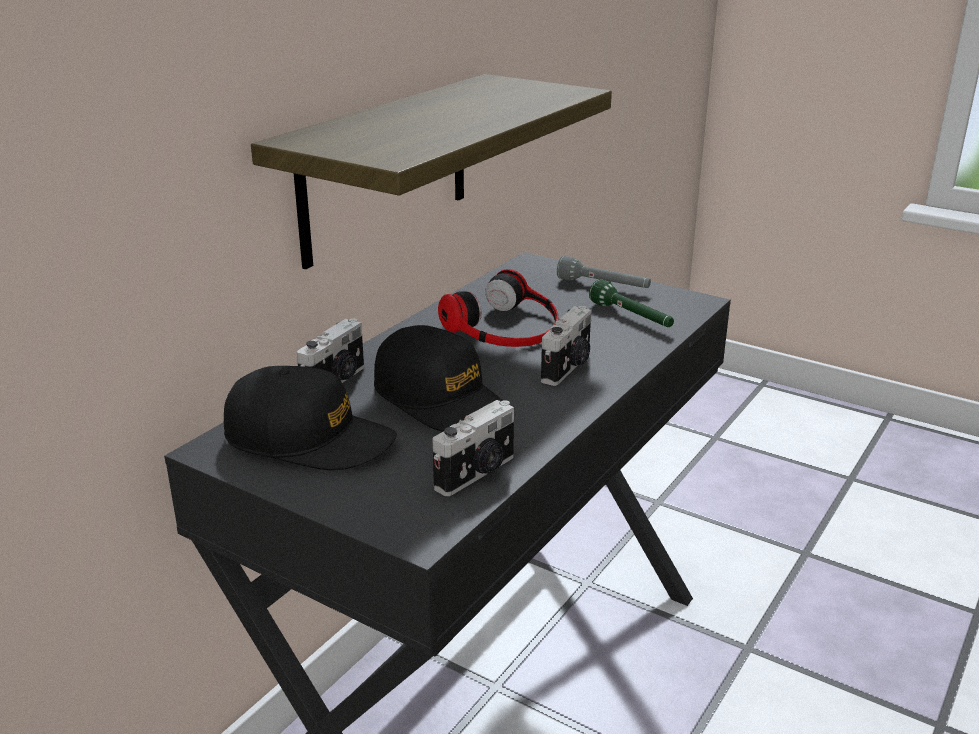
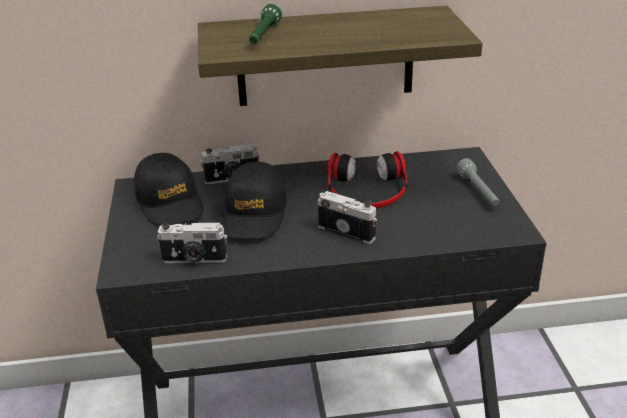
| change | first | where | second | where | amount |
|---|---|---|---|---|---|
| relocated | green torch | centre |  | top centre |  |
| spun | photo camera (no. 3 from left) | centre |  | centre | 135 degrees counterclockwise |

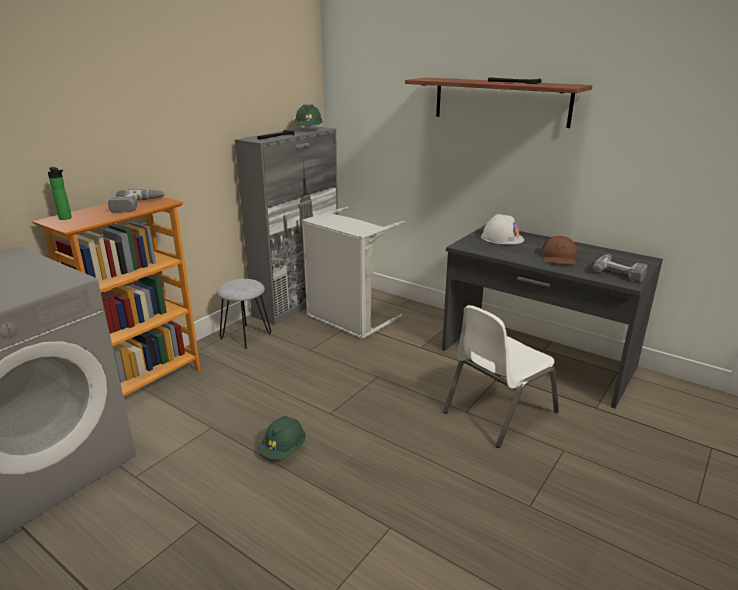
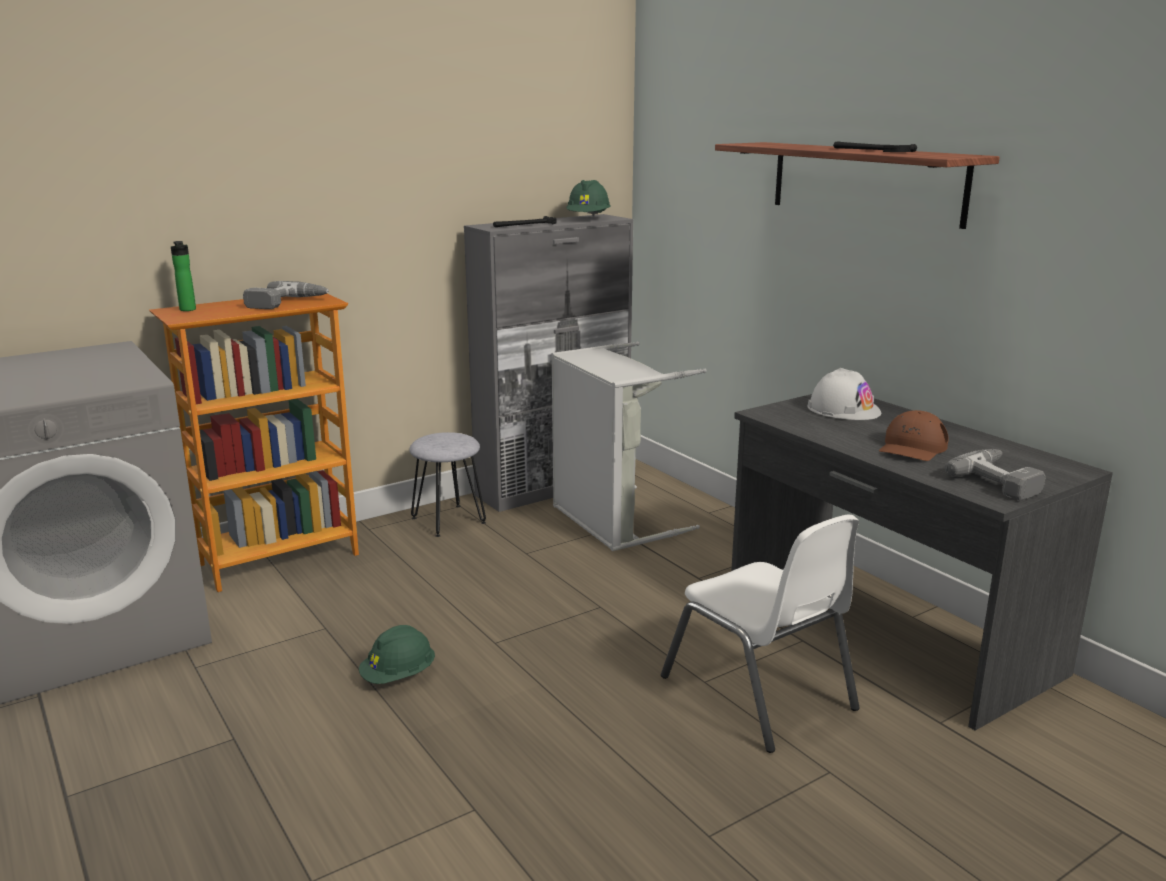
| change | first | where | second | where | amount |
|---|---|---|---|---|---|
| spun | white chair | middle right |  | bottom centre | 105 degrees counterclockwise |

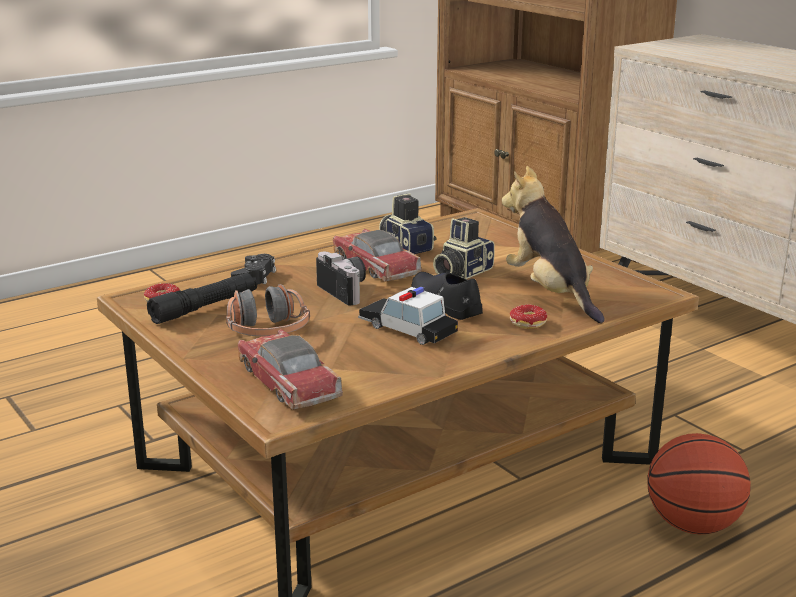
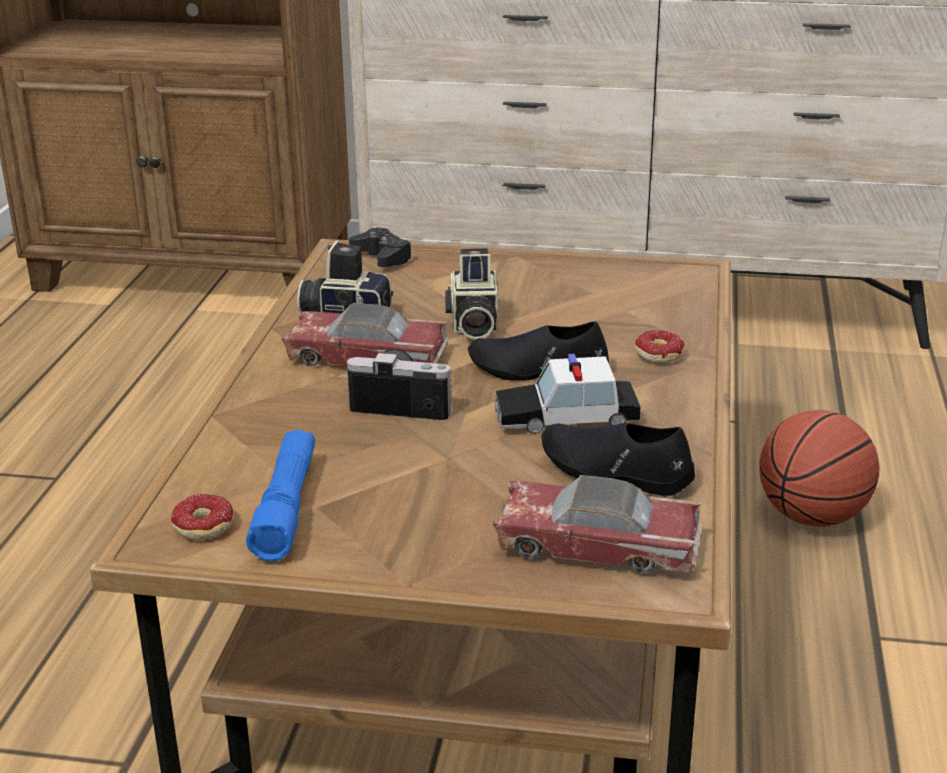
| change | first | where | second | where | amount |
|---|---|---|---|---|---|
| missing | headphones | centre |  |  |  |
| missing | soft toy | middle right |  |  |  |
| appeared |  |  | black item of footwear (no. 2 from left) | centre |  |
| relocated | black game controller | middle left |  | top centre |  |
| colour | black torch | middle left | blue-coloured torch | middle left |  |

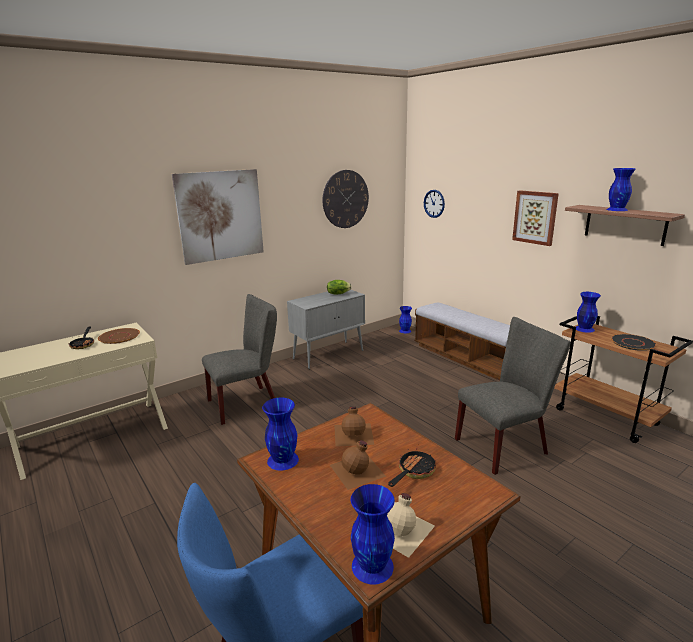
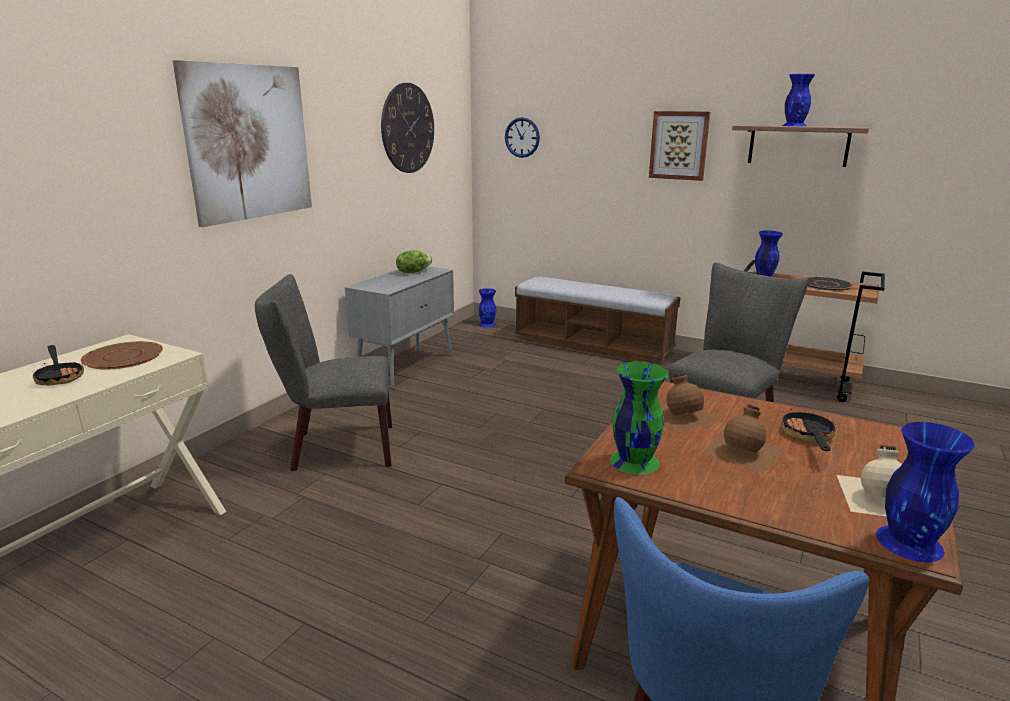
| change | first | where | second | where | amount |
|---|---|---|---|---|---|
| colour | blue-coloured vase (no. 1 from left) | bottom centre | green vase | centre |  |
| spun | grey chair (no. 1 from left) | centre |  | middle left | 135 degrees counterclockwise |

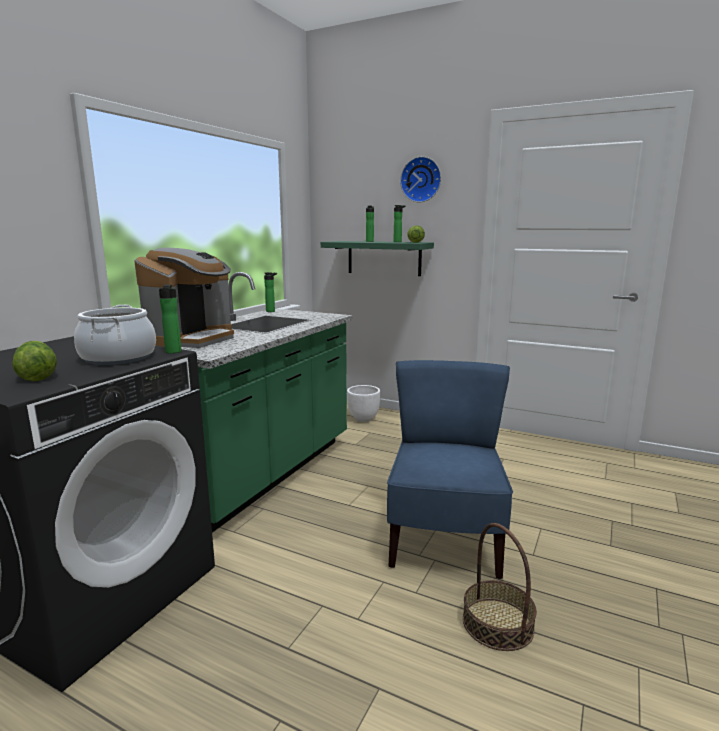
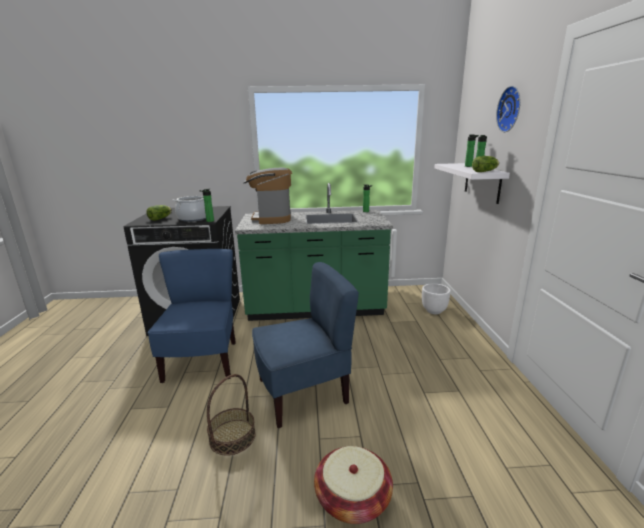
| change | first | where | second | where | amount |
|---|---|---|---|---|---|
| appeared |  |  | blue-coloured chair (no. 1 from left) | middle left |  |
| appeared |  |  | household basket (no. 2 from left) | bottom centre |  |
| colour | green shelf | centre | white shelf | middle right |  |
| spun | coffee brewer | middle left |  | centre | 90 degrees clockwise |

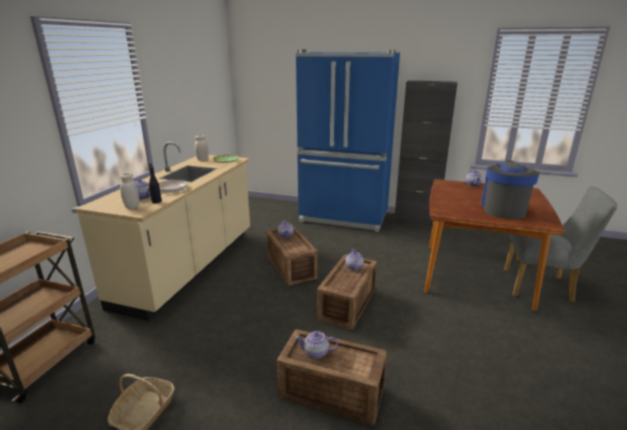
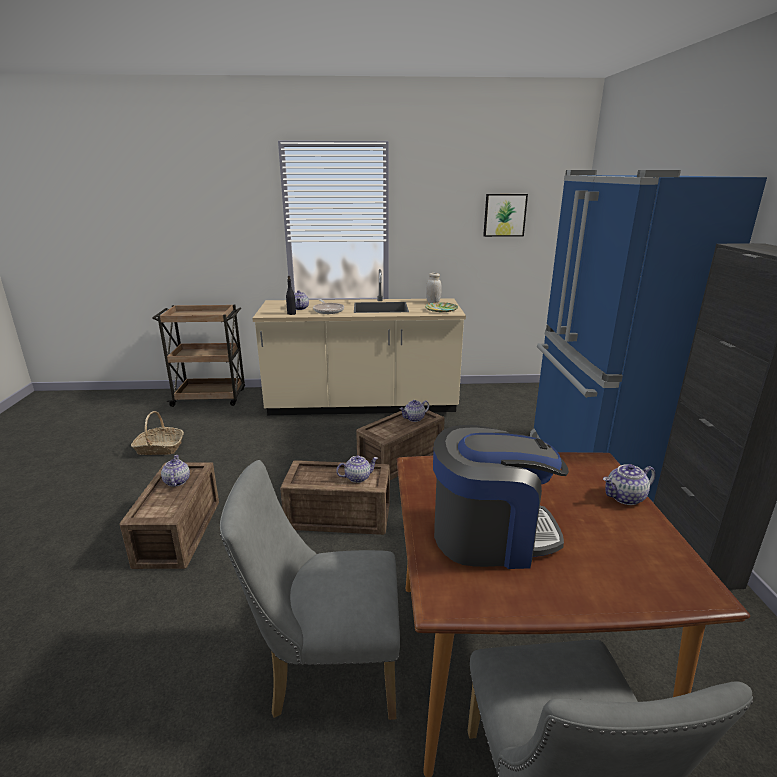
| change | first | where | second | where | amount |
|---|---|---|---|---|---|
| missing | white storage jar (no. 1 from left) | middle left |  |  |  |
| appeared |  |  | grey chair (no. 1 from left) | bottom centre |  |
| appeared |  |  | picture | top centre |  |

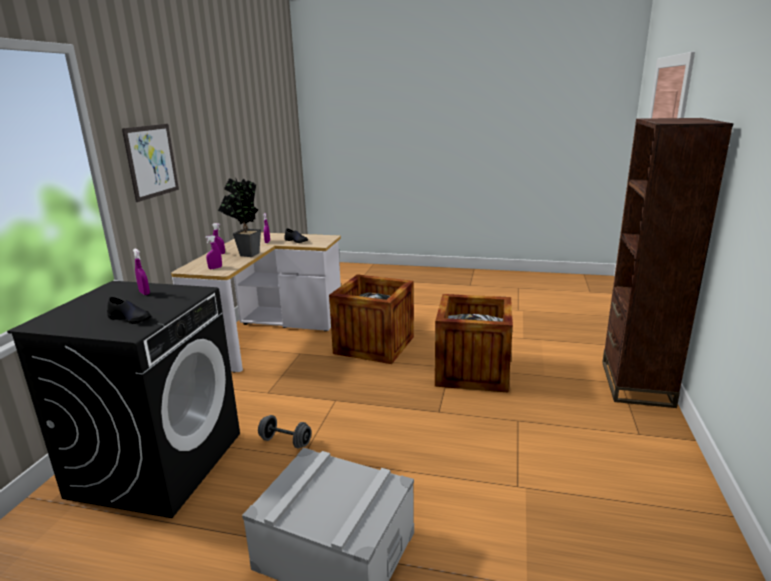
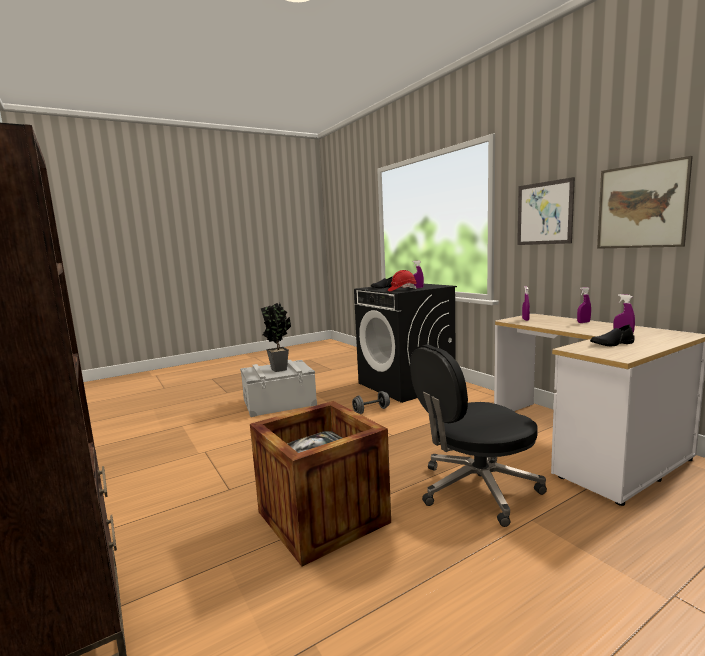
| change | first | where | second | where | amount |
|---|---|---|---|---|---|
| appeared |  |  | reddish hard hat | centre |  |
| appeared |  |  | picture (no. 2 from left) | top right |  |
| relocated | houseplant | middle left |  | centre |  |
| exchanged | packing crate (no. 1 from left) | centre | black computer chair | middle right |  |

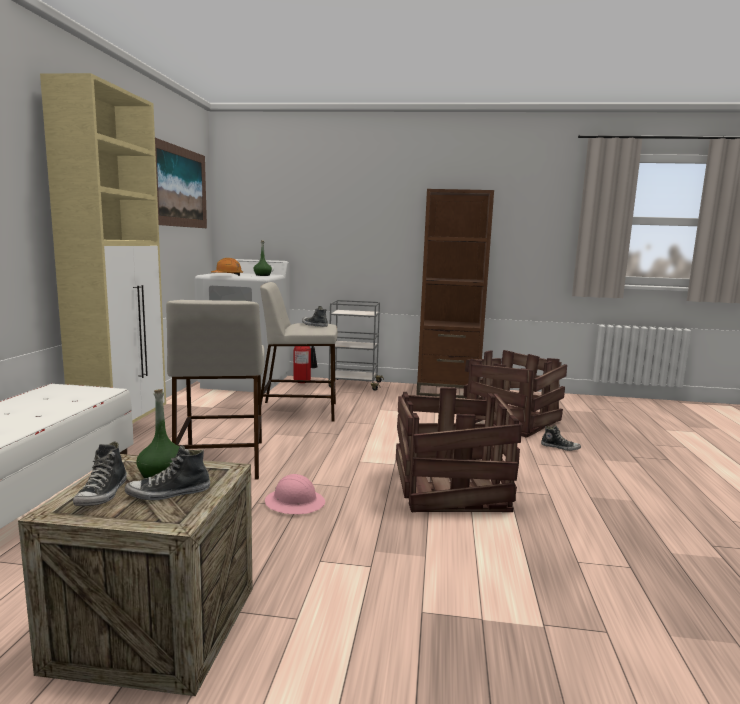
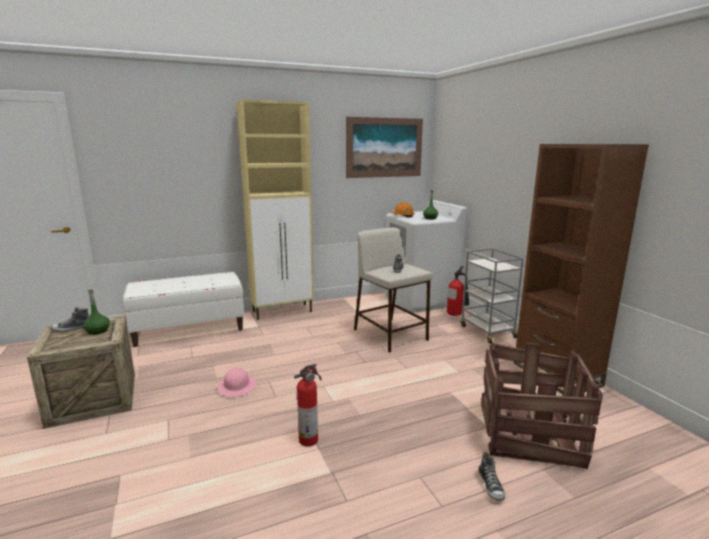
| change | first | where | second | where | amount |
|---|---|---|---|---|---|
| missing | item of footwear (no. 2 from left) | bottom left |  |  |  |
| missing | beige stool (no. 1 from left) | middle left |  |  |  |
| exchanged | packing crate (no. 2 from left) | centre | fire-fighting cylinder (no. 1 from left) | bottom centre |  |

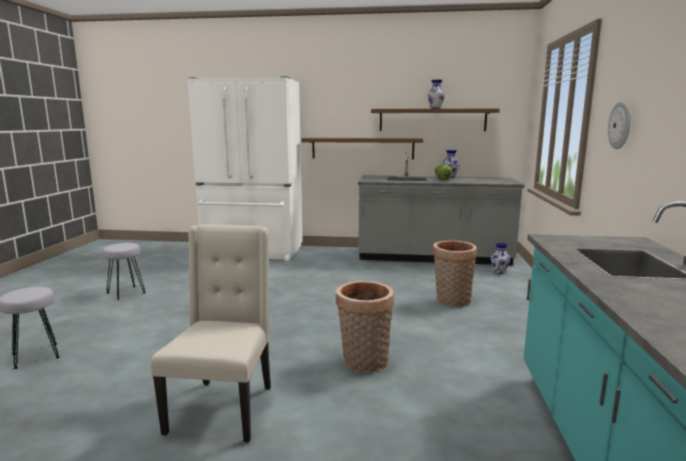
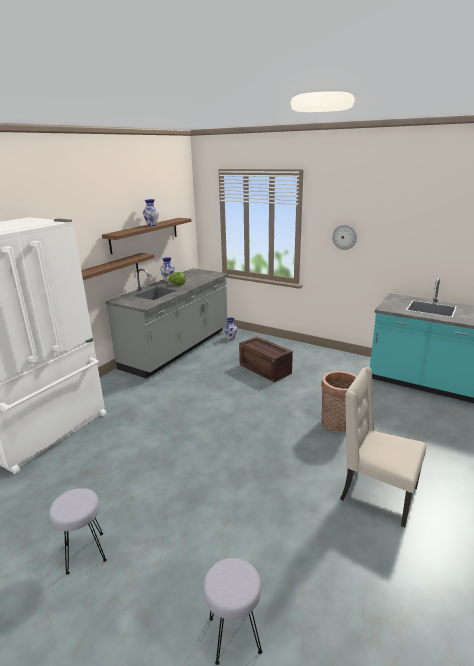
| change | first | where | second | where | amount |
|---|---|---|---|---|---|
| exchanged | household basket (no. 2 from left) | centre | packing crate | centre |  |

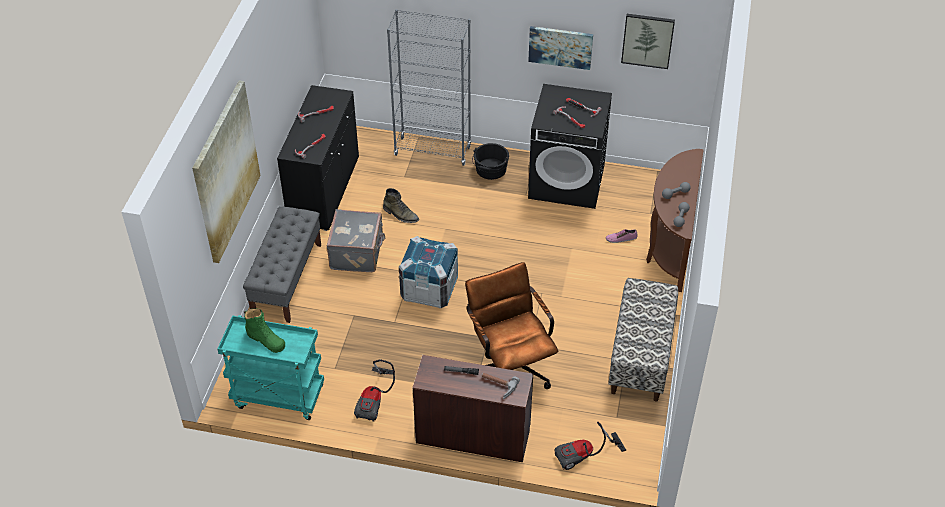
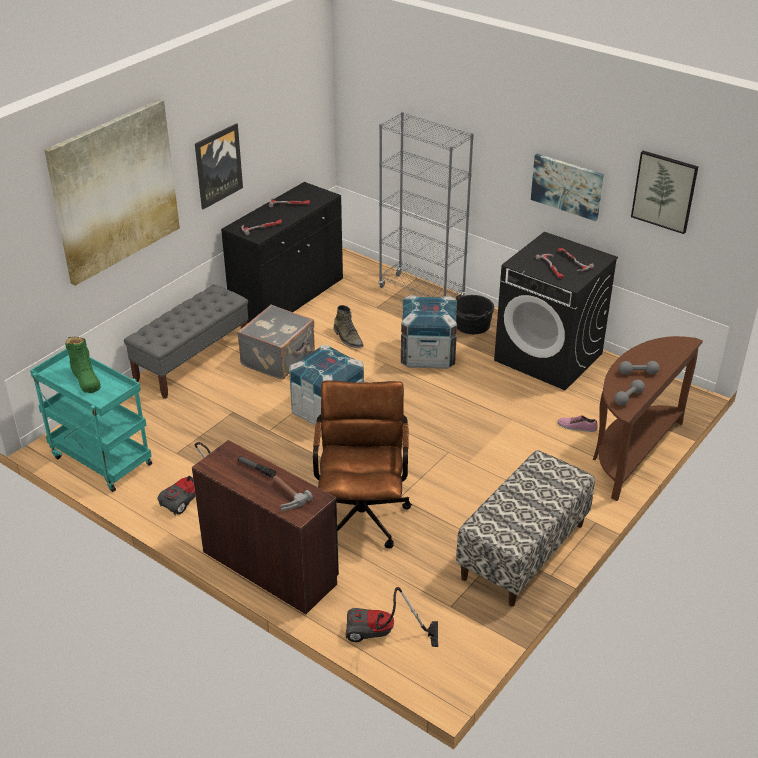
| change | first | where | second | where | amount |
|---|---|---|---|---|---|
| appeared |  |  | picture (no. 2 from left) | top left |  |
| appeared |  |  | packing crate (no. 2 from left) | centre |  |

